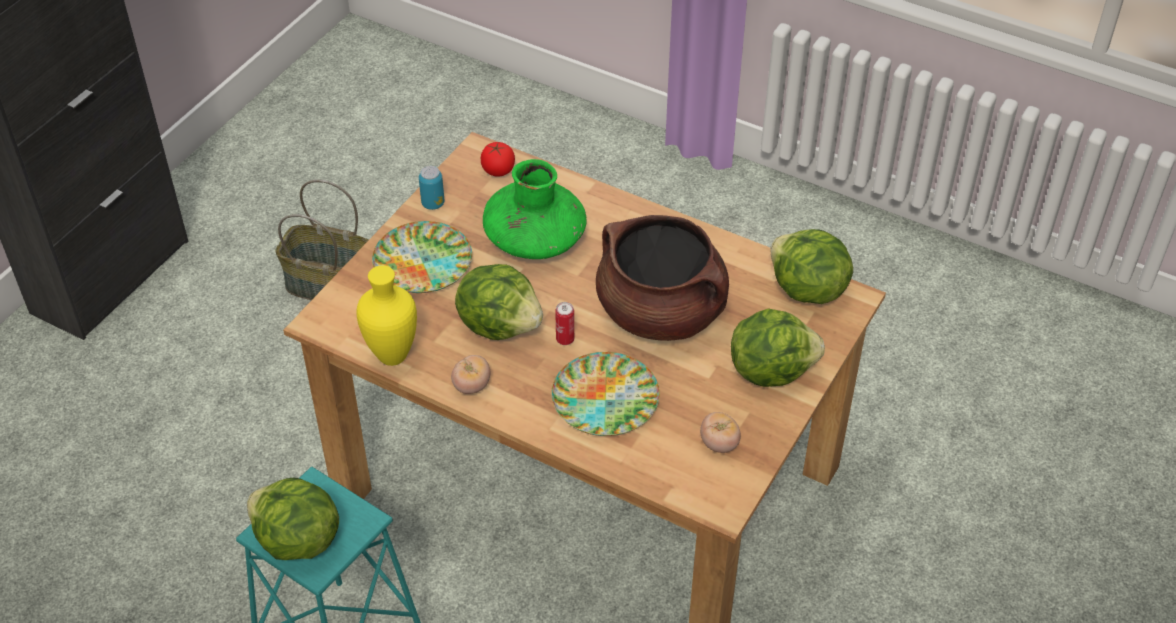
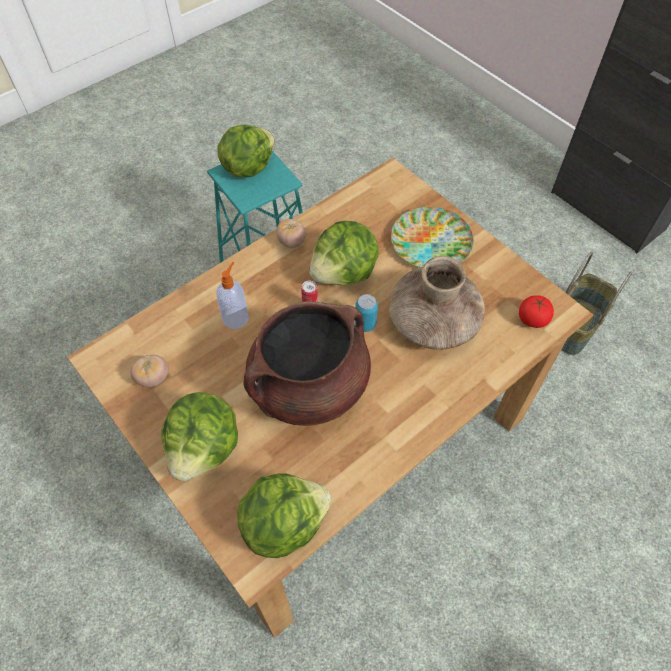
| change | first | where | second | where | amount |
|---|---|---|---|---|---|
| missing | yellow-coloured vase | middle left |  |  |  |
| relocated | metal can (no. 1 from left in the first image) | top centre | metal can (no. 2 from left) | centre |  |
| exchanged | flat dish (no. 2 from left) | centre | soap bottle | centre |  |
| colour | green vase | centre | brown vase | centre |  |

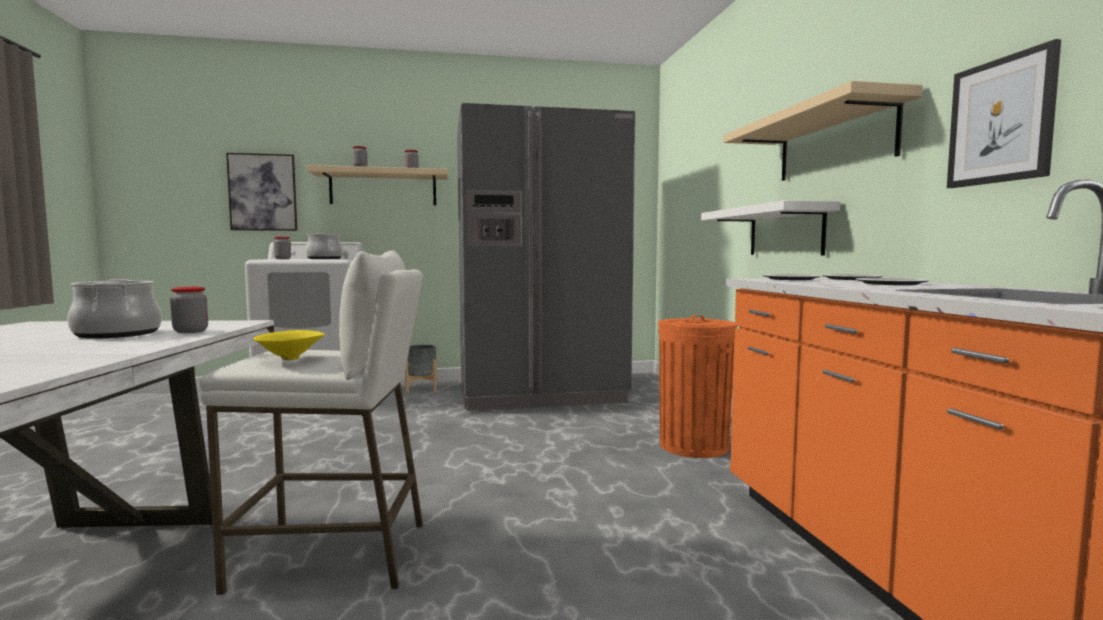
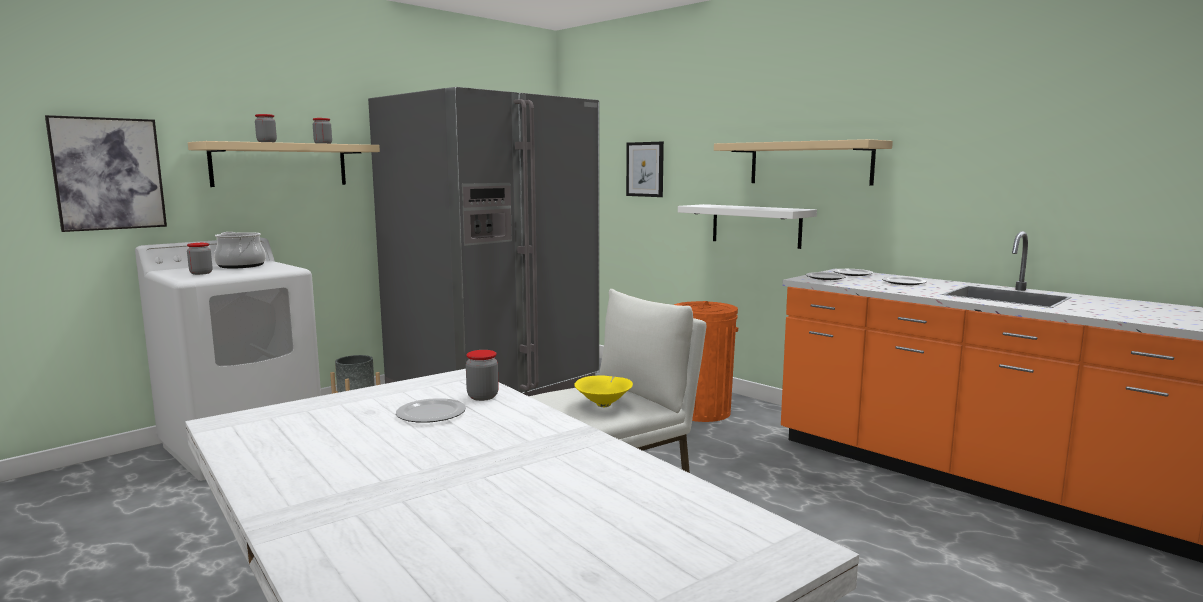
| change | first | where | second | where | amount |
|---|---|---|---|---|---|
| relocated | picture (no. 2 from left) | top right |  | top centre |  |
| exchanged | saucepot (no. 1 from left) | middle left | flat dish (no. 1 from left) | bottom centre |  |

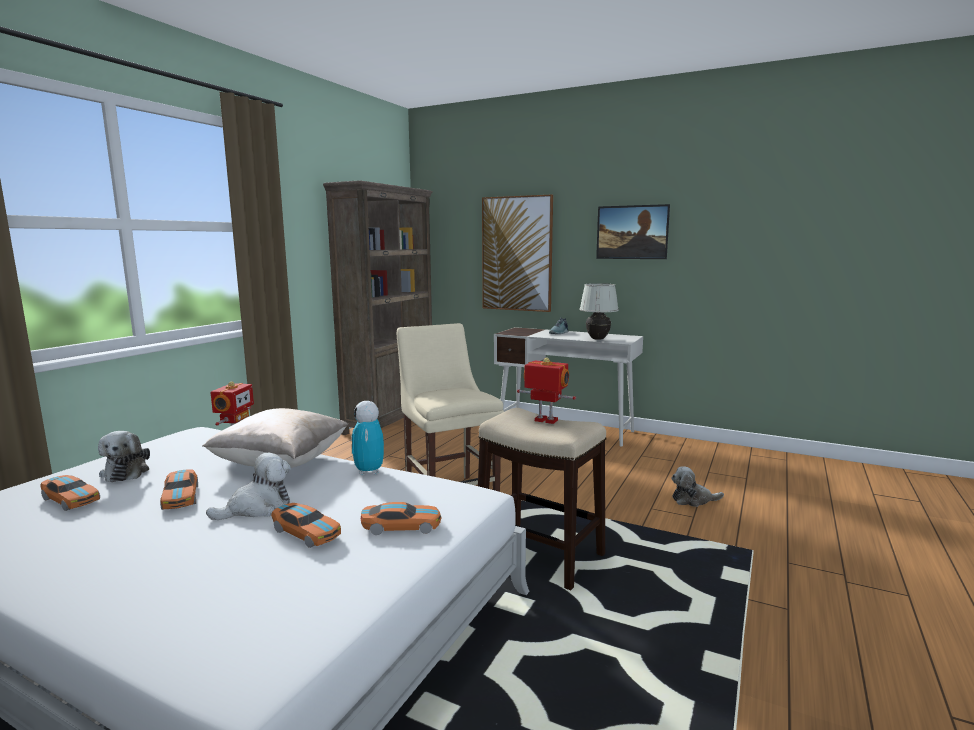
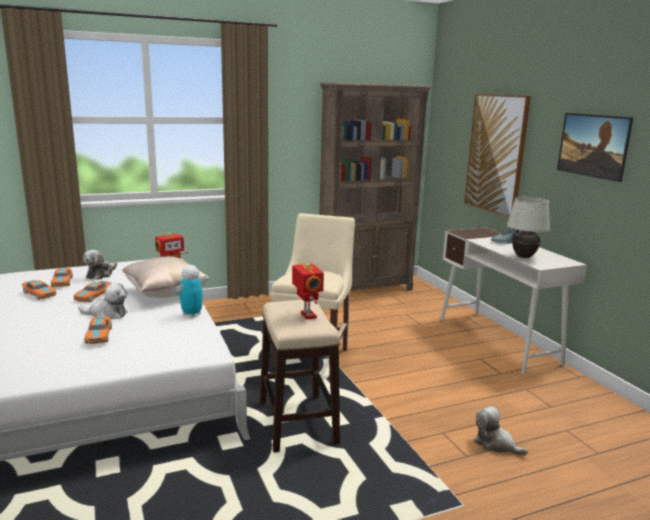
| change | first | where | second | where | amount |
|---|---|---|---|---|---|
| relocated | miniature car (no. 4 from left in the first image) | bottom centre | miniature car (no. 1 from left) | middle left |  |

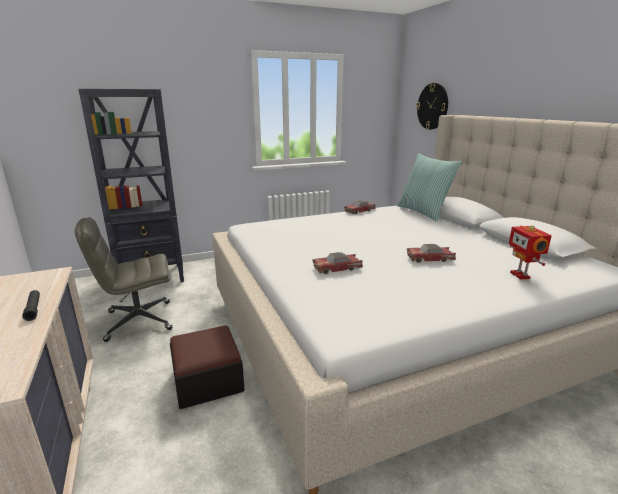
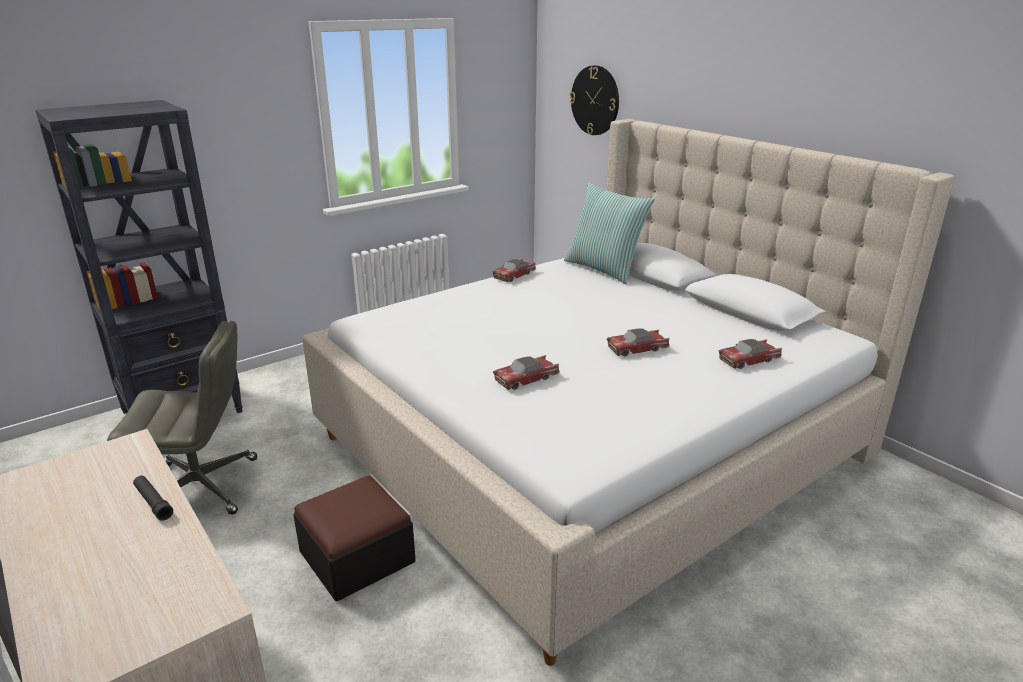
| change | first | where | second | where | amount |
|---|---|---|---|---|---|
| exchanged | toy robot | middle right | miniature car (no. 4 from left) | middle right |  |
| spun | grey computer chair | middle left |  | middle left | 150 degrees counterclockwise |

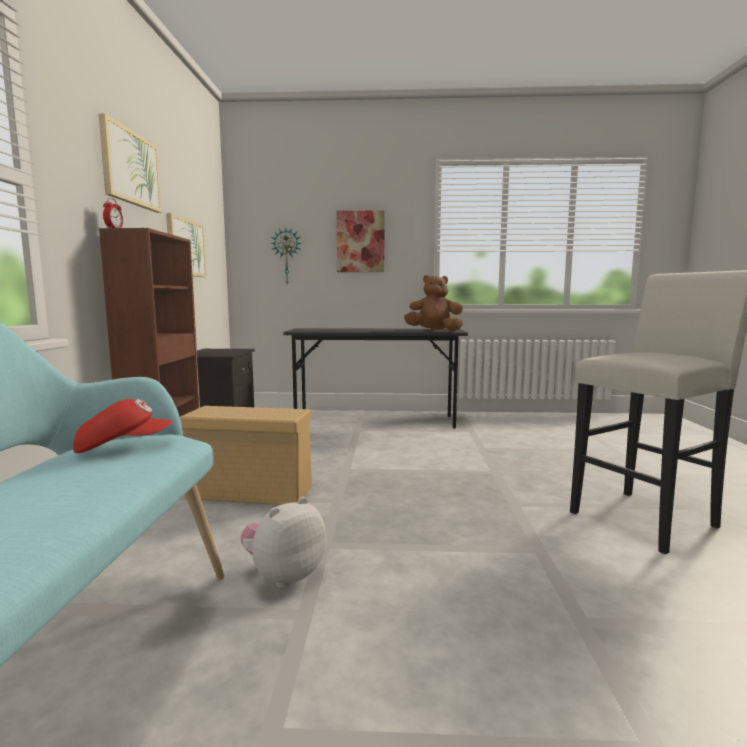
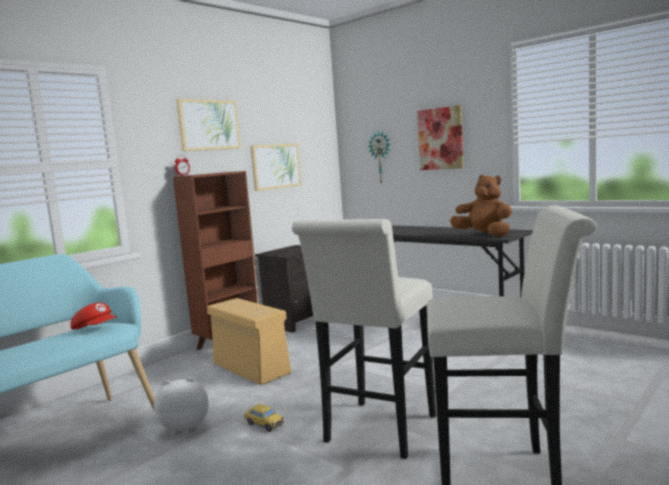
| change | first | where | second | where | amount |
|---|---|---|---|---|---|
| appeared |  |  | miniature car | bottom centre |  |
| appeared |  |  | white stool (no. 1 from left) | bottom centre |  |

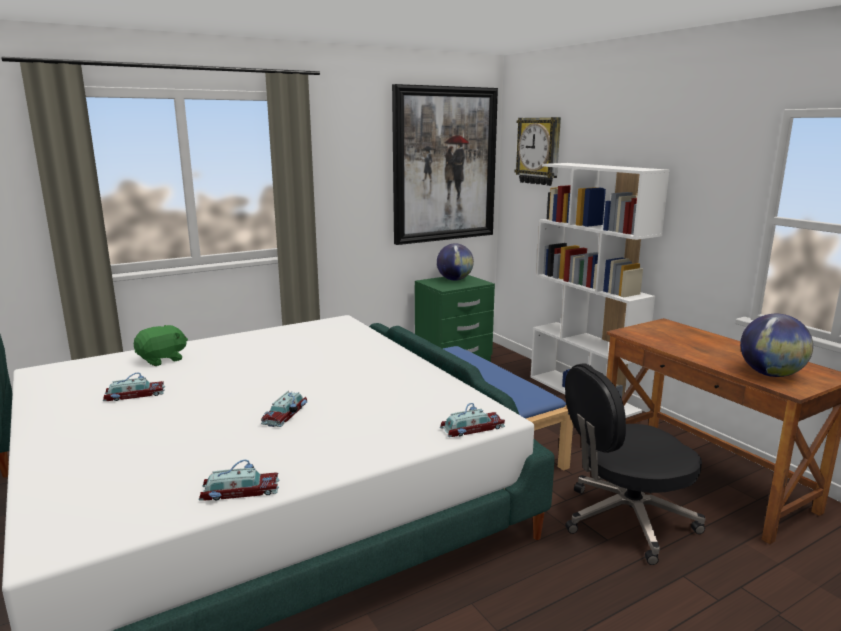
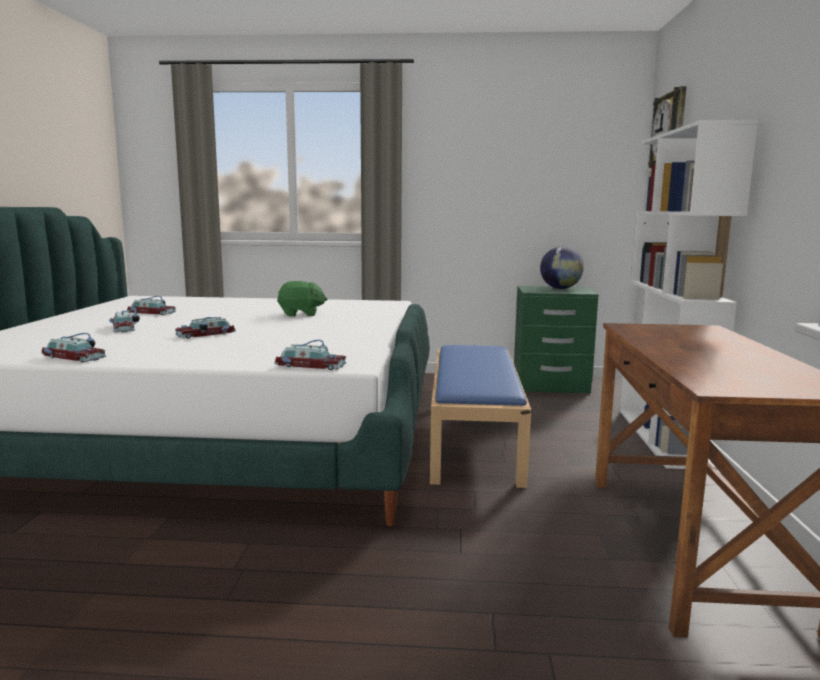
| change | first | where | second | where | amount |
|---|---|---|---|---|---|
| missing | picture | top centre |  |  |  |
| missing | black computer chair | bottom right |  |  |  |
| missing | desk globe (no. 2 from left) | middle right |  |  |  |
| appeared |  |  | miniature car (no. 2 from left) | middle left |  |
| relocated | green soft toy | middle left |  | centre |  |

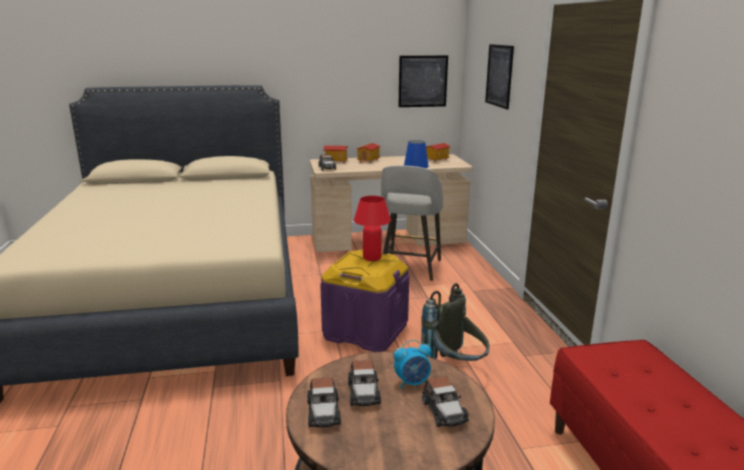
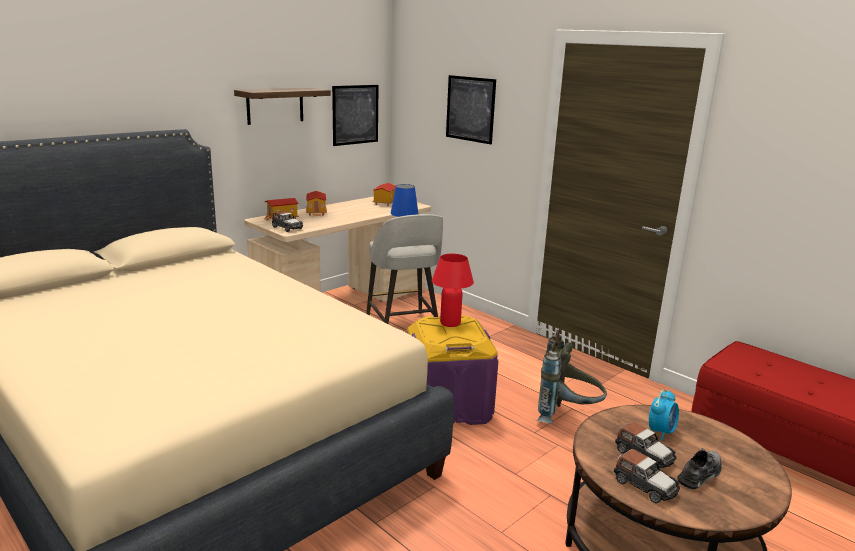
| change | first | where | second | where | amount |
|---|---|---|---|---|---|
| missing | miniature car (no. 4 from left) | bottom centre |  |  |  |
| appeared |  |  | shelf | top left |  |
| appeared |  |  | grey item of footwear | bottom right |  |

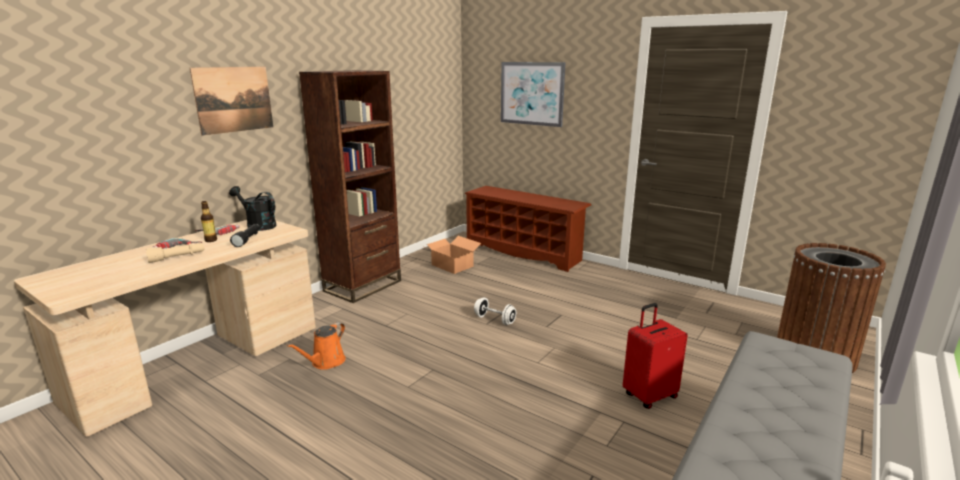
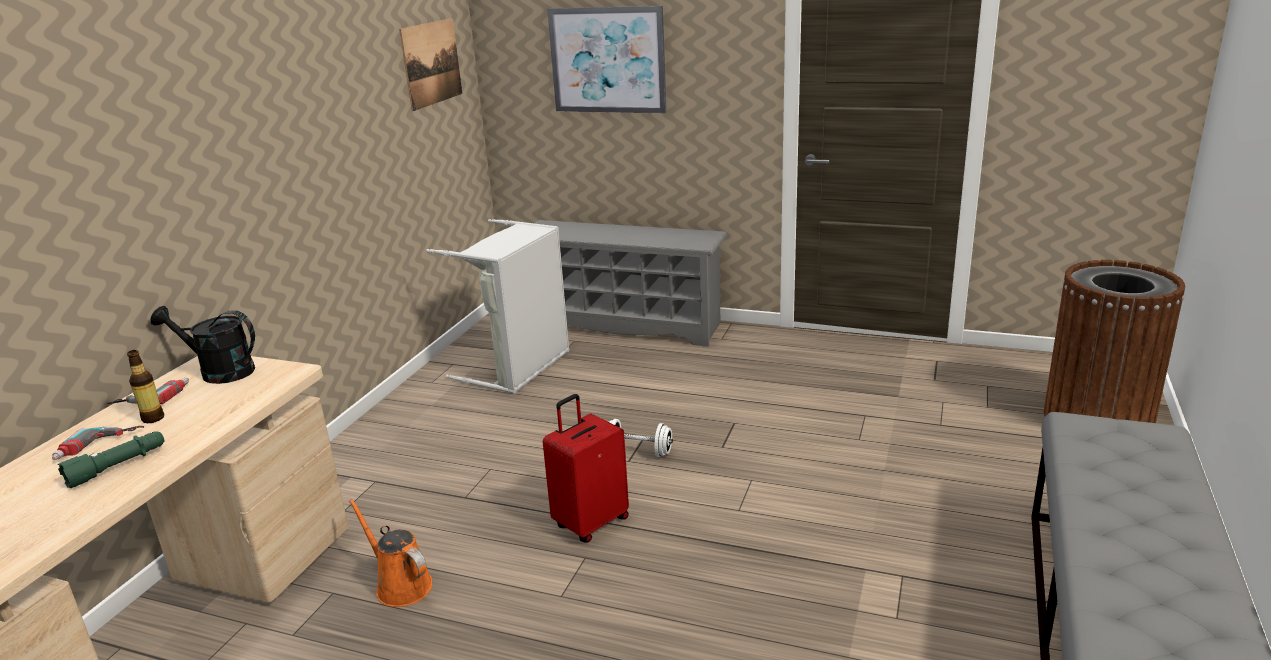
| change | first | where | second | where | amount |
|---|---|---|---|---|---|
| missing | black torch | middle left |  |  |  |
| missing | brown bookcase | centre |  |  |  |
| relocated | picture (no. 1 from left) | top left |  | top centre |  |
| relocated | reddish suitcase | bottom right |  | bottom centre |  |
| exchanged | cardboard box | centre | grey washing basket | centre |  |
| colour | beige torch | middle left | green torch | bottom left |  |
| colour | brown shoe shelf | centre | grey shoe shelf | centre |  |
| spun | orange watering pot | bottom left |  | bottom left | 120 degrees clockwise |

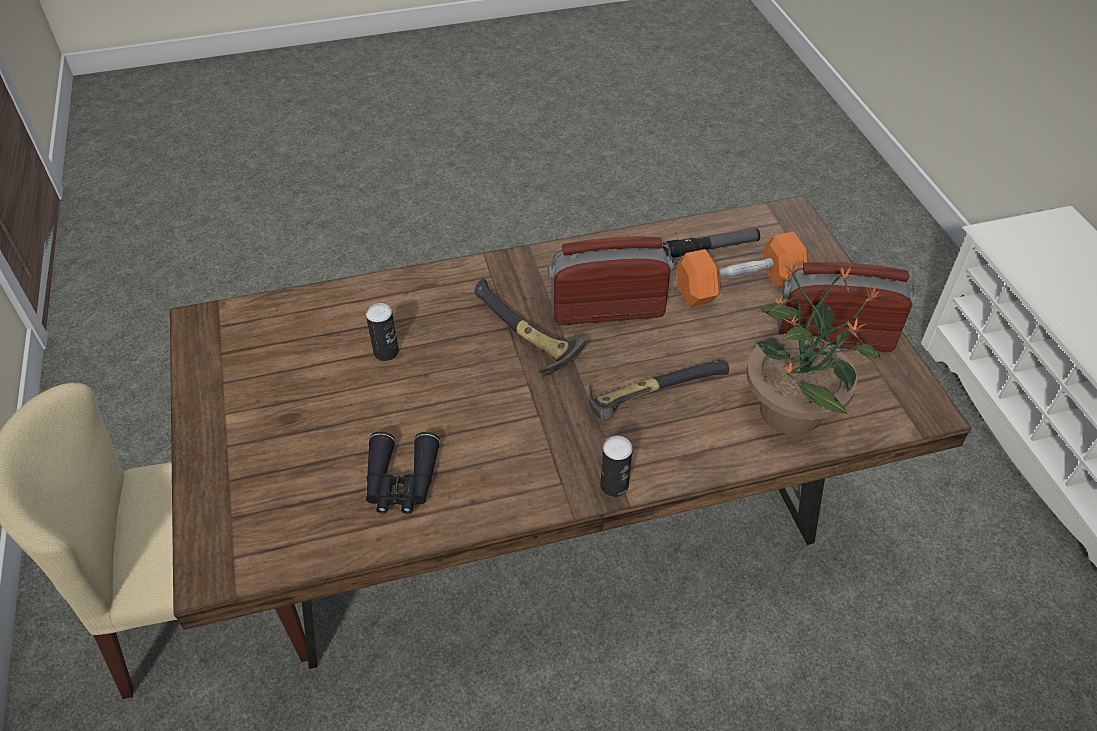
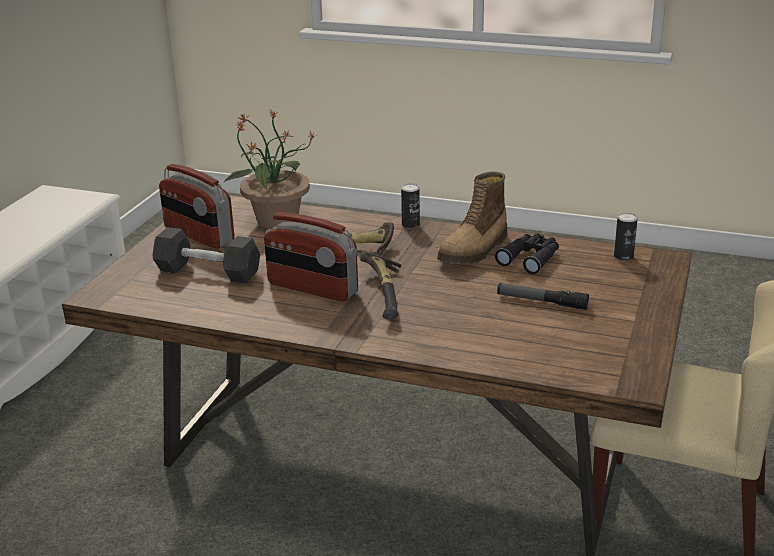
| change | first | where | second | where | amount |
|---|---|---|---|---|---|
| appeared |  |  | boot | centre |  |
| relocated | metal can (no. 1 from left in the first image) | centre | metal can (no. 2 from left) | middle right |  |
| relocated | torch | top centre |  | middle right |  |
| colour | orange free weight | middle right | grey free weight | middle left |  |

